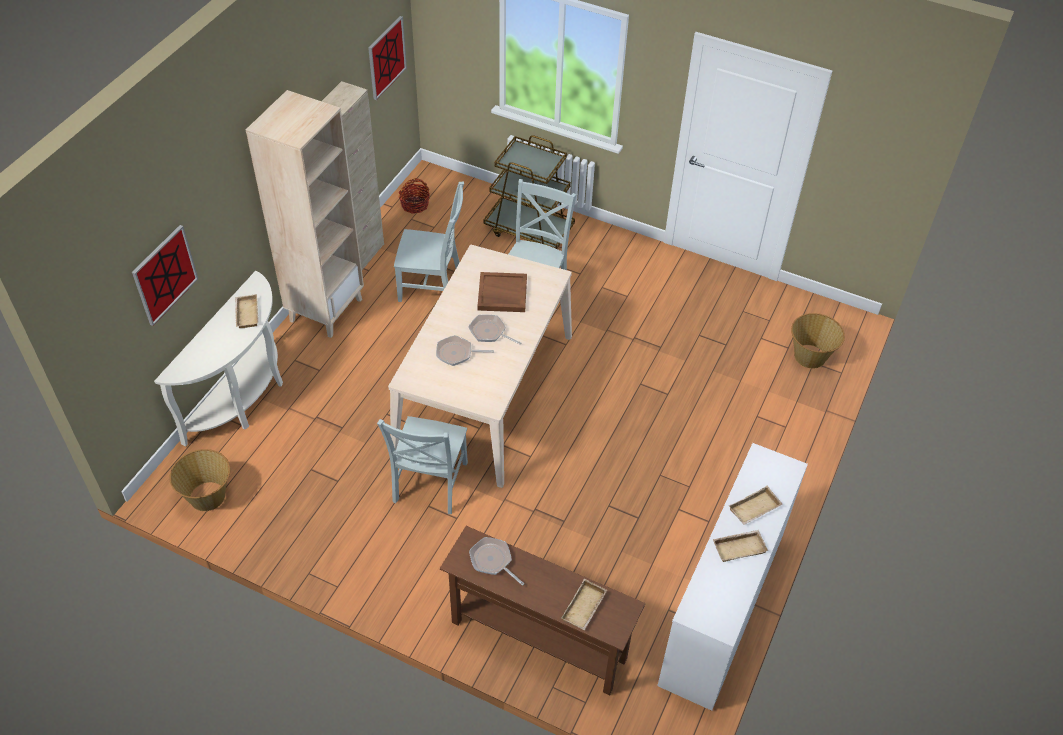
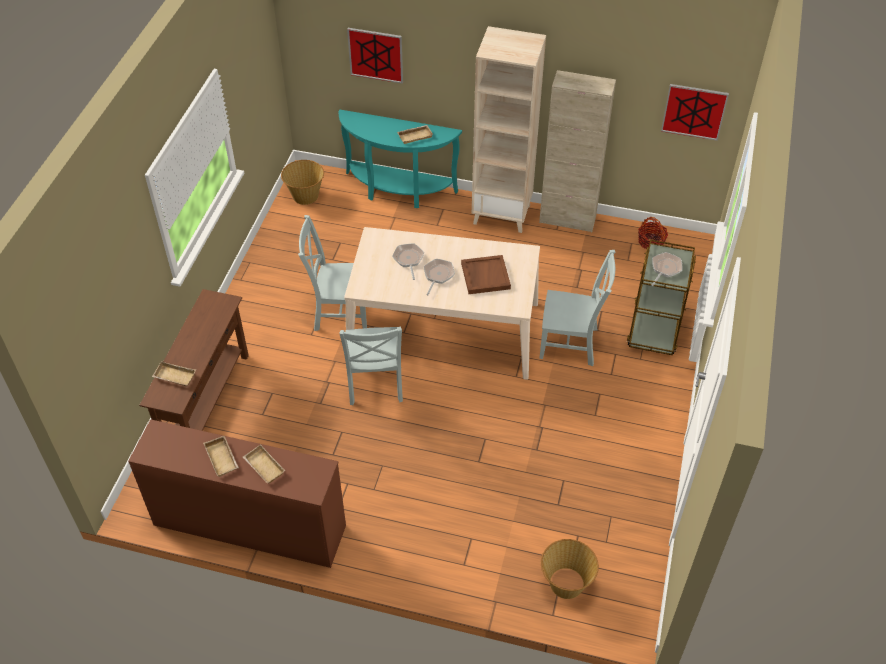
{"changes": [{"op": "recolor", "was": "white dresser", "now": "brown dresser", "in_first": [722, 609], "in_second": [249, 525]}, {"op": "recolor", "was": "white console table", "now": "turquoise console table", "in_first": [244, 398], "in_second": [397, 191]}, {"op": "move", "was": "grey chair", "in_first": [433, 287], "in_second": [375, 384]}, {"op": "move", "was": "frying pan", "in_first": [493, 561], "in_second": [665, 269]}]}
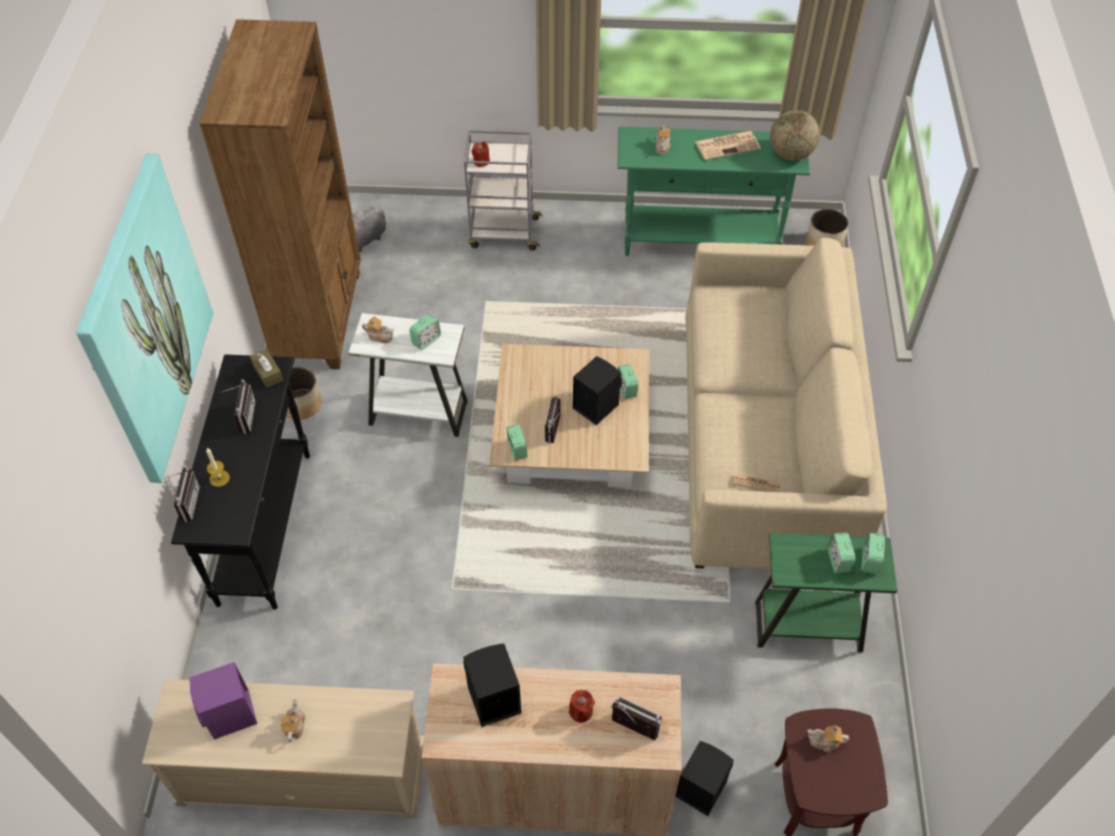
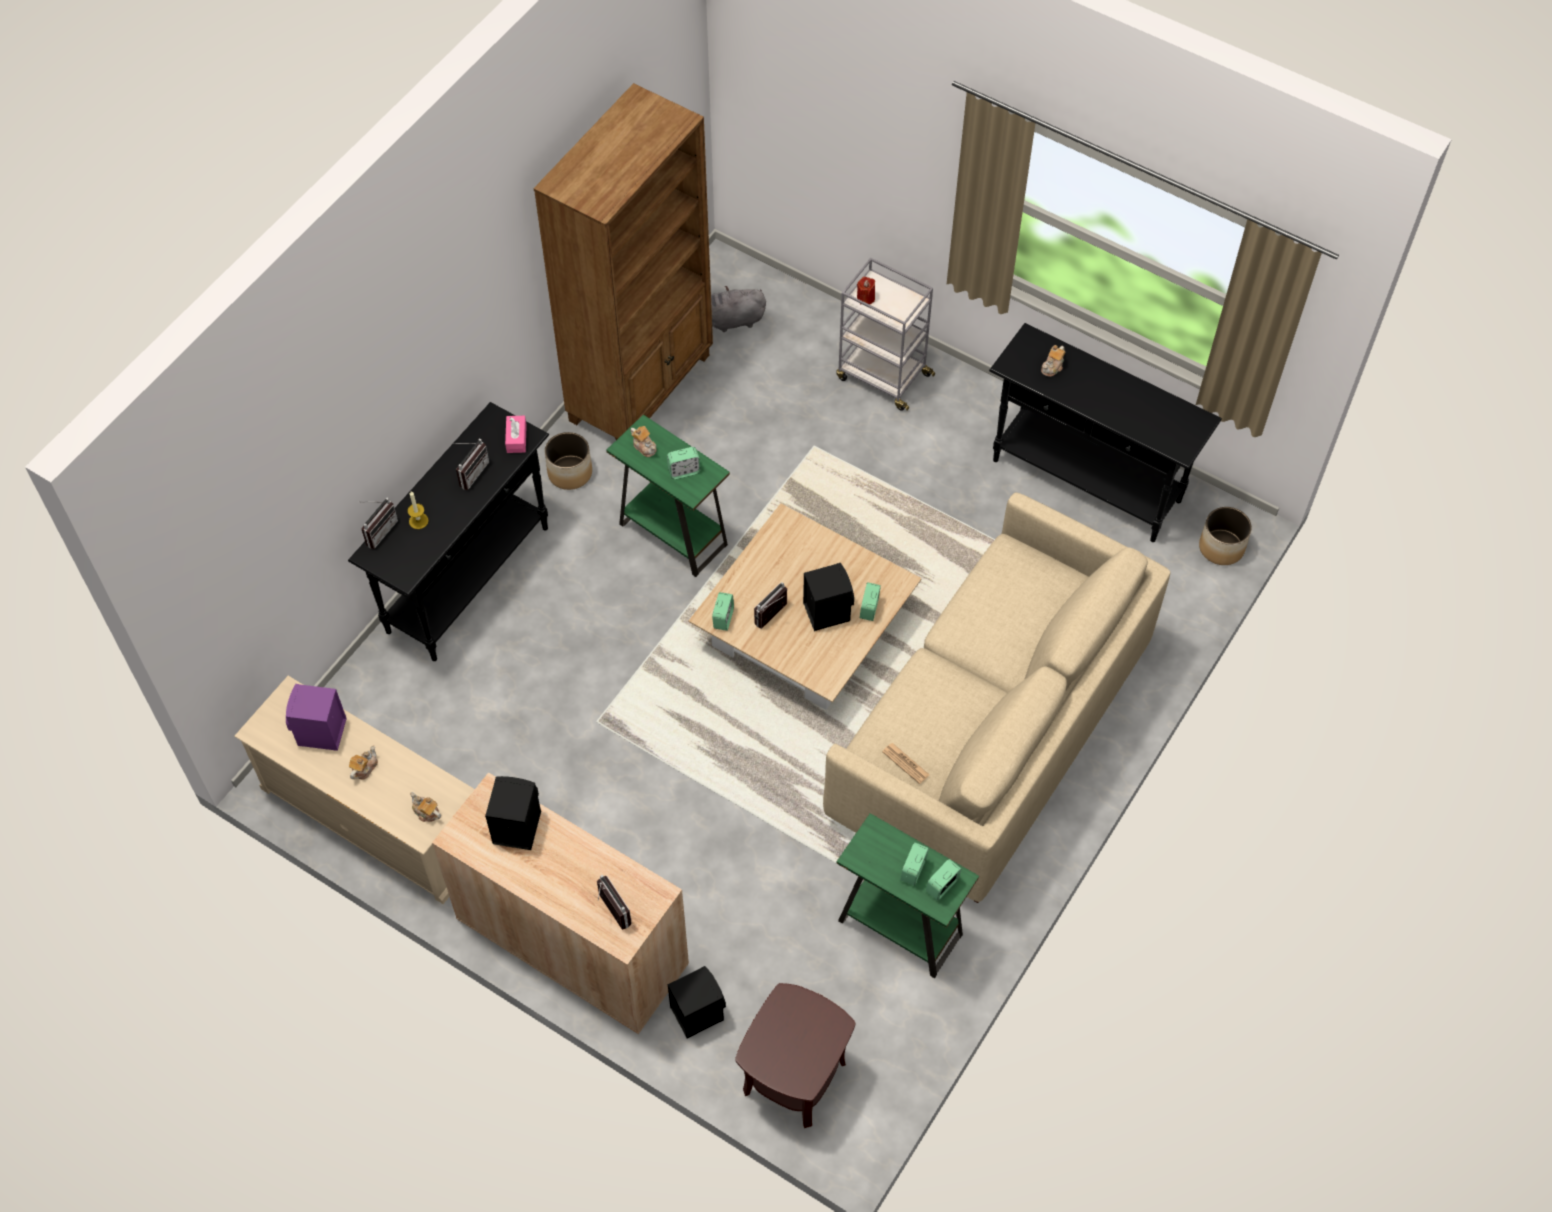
{"changes": [{"op": "move", "was": "teapot", "in_first": [825, 742], "in_second": [426, 812]}, {"op": "recolor", "was": "brown tissue box", "now": "pink tissue box", "in_first": [268, 373], "in_second": [516, 438]}, {"op": "recolor", "was": "white side table", "now": "green side table", "in_first": [418, 413], "in_second": [673, 534]}, {"op": "recolor", "was": "green console table", "now": "black console table", "in_first": [701, 241], "in_second": [1086, 481]}, {"op": "delete", "was": "picture", "in_first": [145, 321]}, {"op": "delete", "was": "red candle", "in_first": [581, 711]}, {"op": "delete", "was": "newspaper", "in_first": [728, 145]}, {"op": "delete", "was": "globe", "in_first": [791, 154]}]}
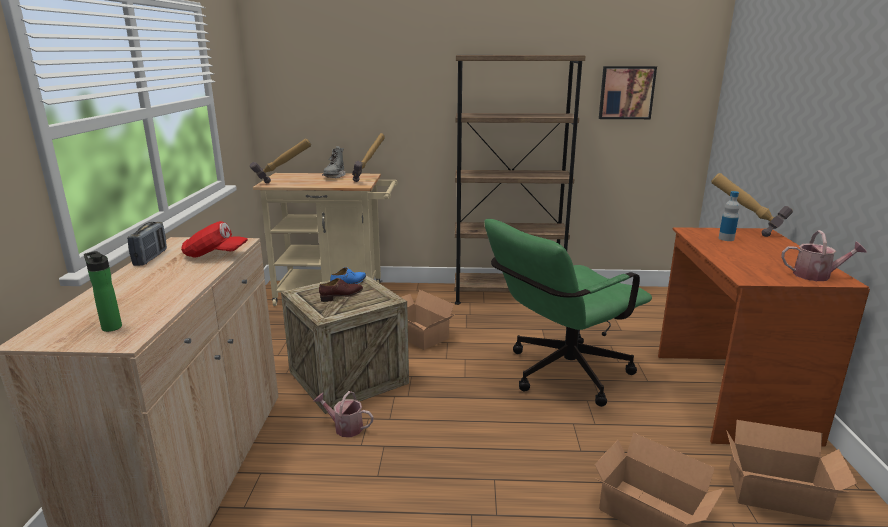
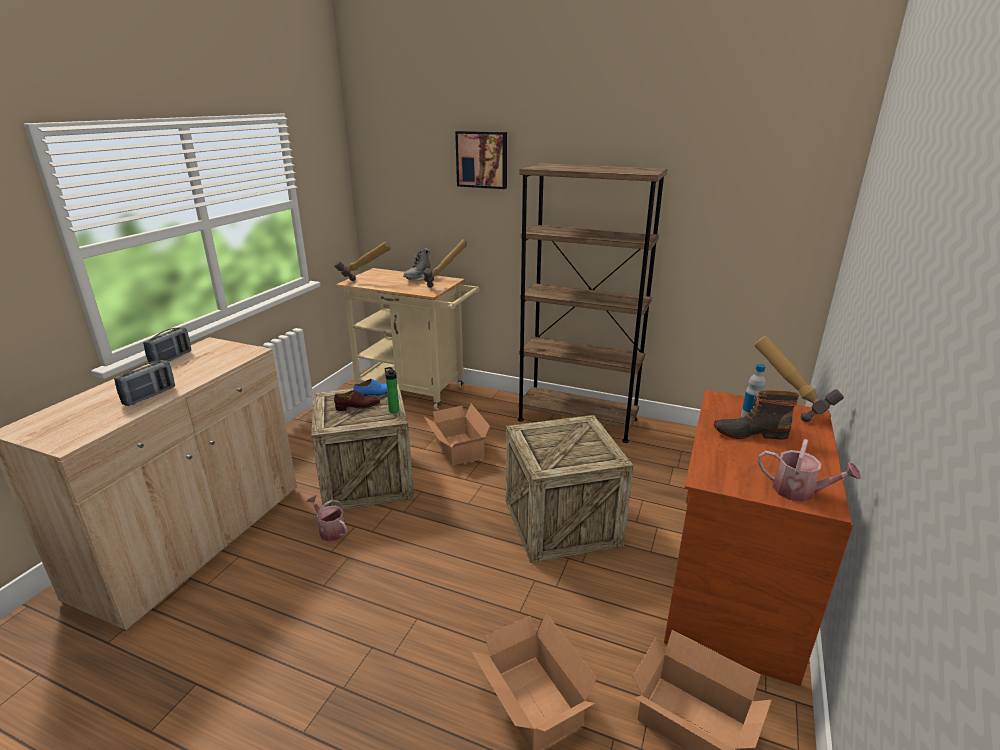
{"changes": [{"op": "insert", "now": "radio", "in_second": [149, 396]}, {"op": "move", "was": "bottle", "in_first": [110, 326], "in_second": [393, 409]}, {"op": "move", "was": "picture", "in_first": [626, 92], "in_second": [482, 159]}, {"op": "replace", "was": "green office chair", "now": "crate", "in_first": [559, 375], "in_second": [561, 522]}, {"op": "insert", "now": "boot", "in_second": [749, 432]}, {"op": "delete", "was": "red cap", "in_first": [215, 255]}]}
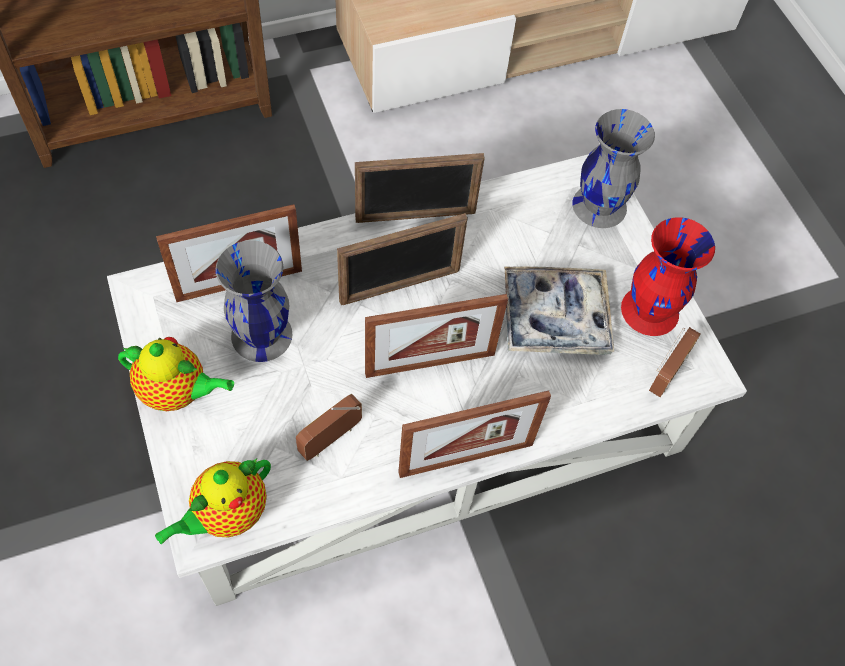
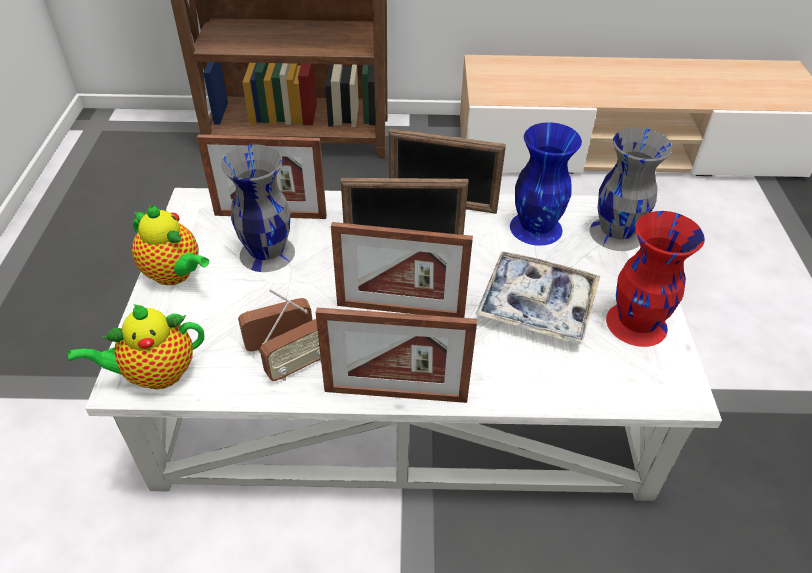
{"changes": [{"op": "move", "was": "radio", "in_first": [666, 374], "in_second": [299, 366]}, {"op": "insert", "now": "blue vase", "in_second": [535, 227]}]}
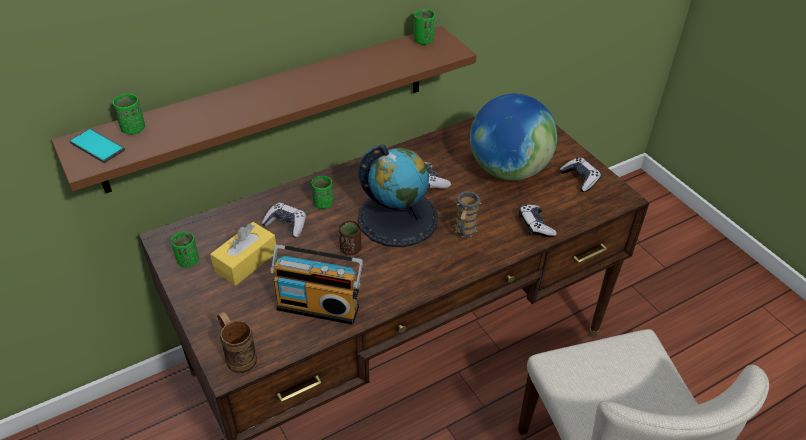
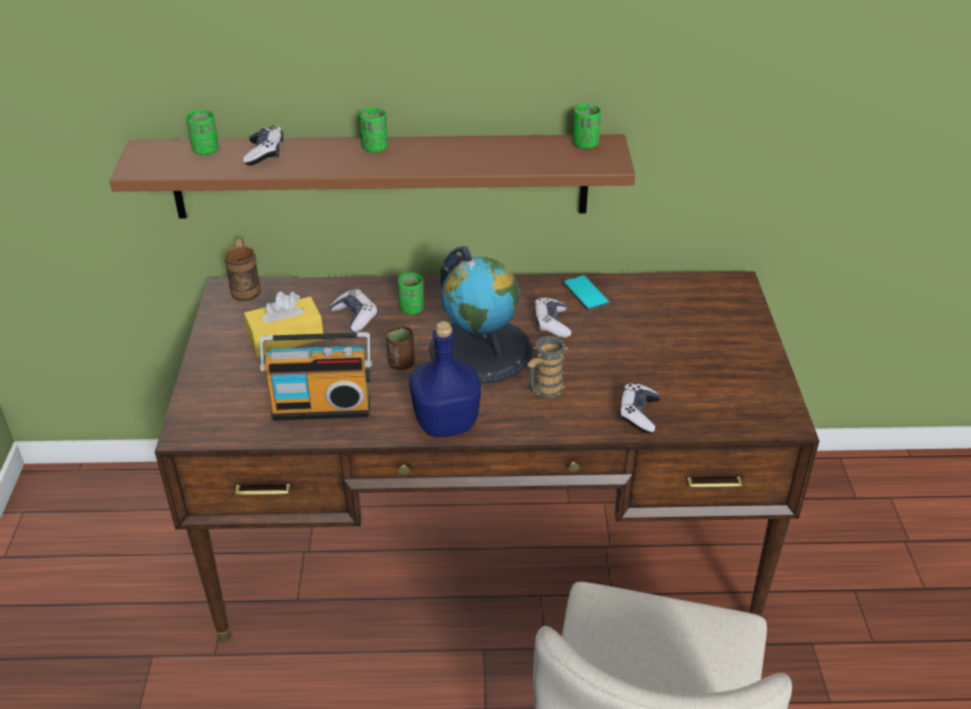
{"changes": [{"op": "move", "was": "brown mug", "in_first": [238, 355], "in_second": [246, 288]}, {"op": "move", "was": "game controller", "in_first": [579, 179], "in_second": [265, 153]}, {"op": "rotate", "was": "radio", "in_first": [319, 305], "in_second": [322, 406], "clockwise": -45}, {"op": "move", "was": "green cup", "in_first": [188, 261], "in_second": [375, 148]}, {"op": "insert", "now": "blue bottle", "in_second": [444, 423]}, {"op": "move", "was": "phone", "in_first": [97, 146], "in_second": [586, 293]}, {"op": "delete", "was": "globe", "in_first": [508, 170]}]}
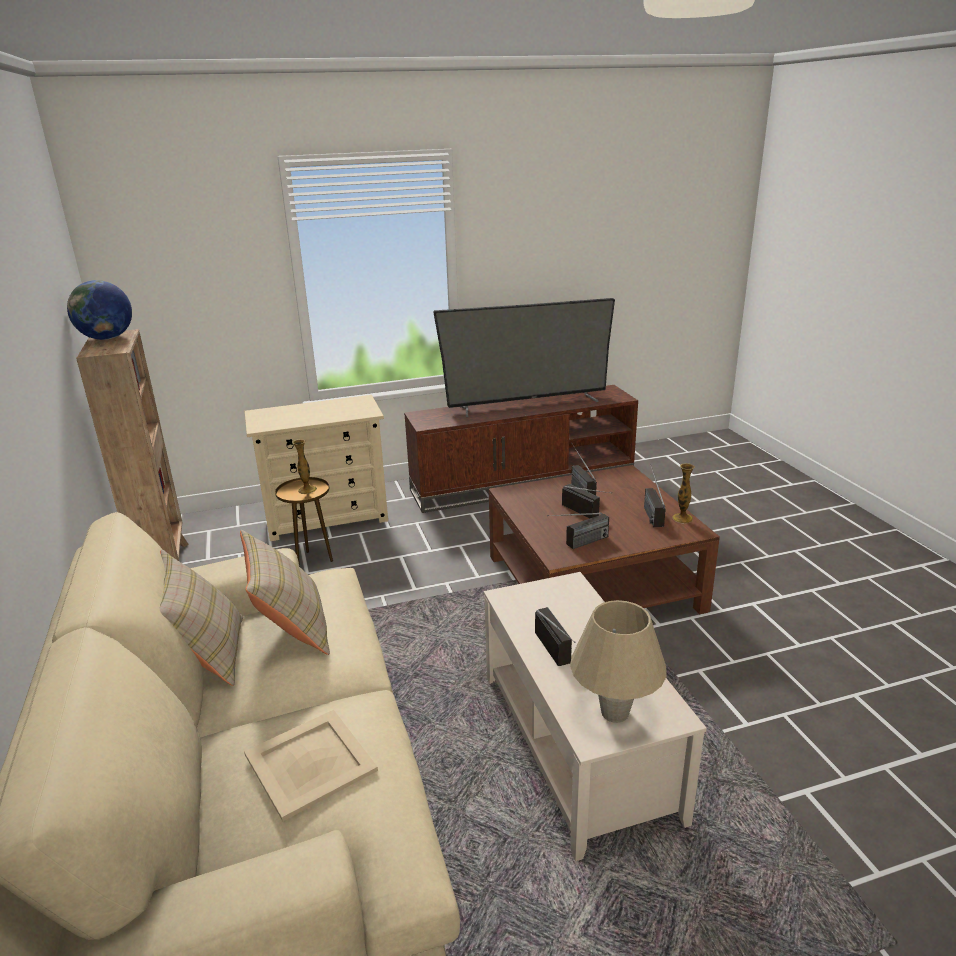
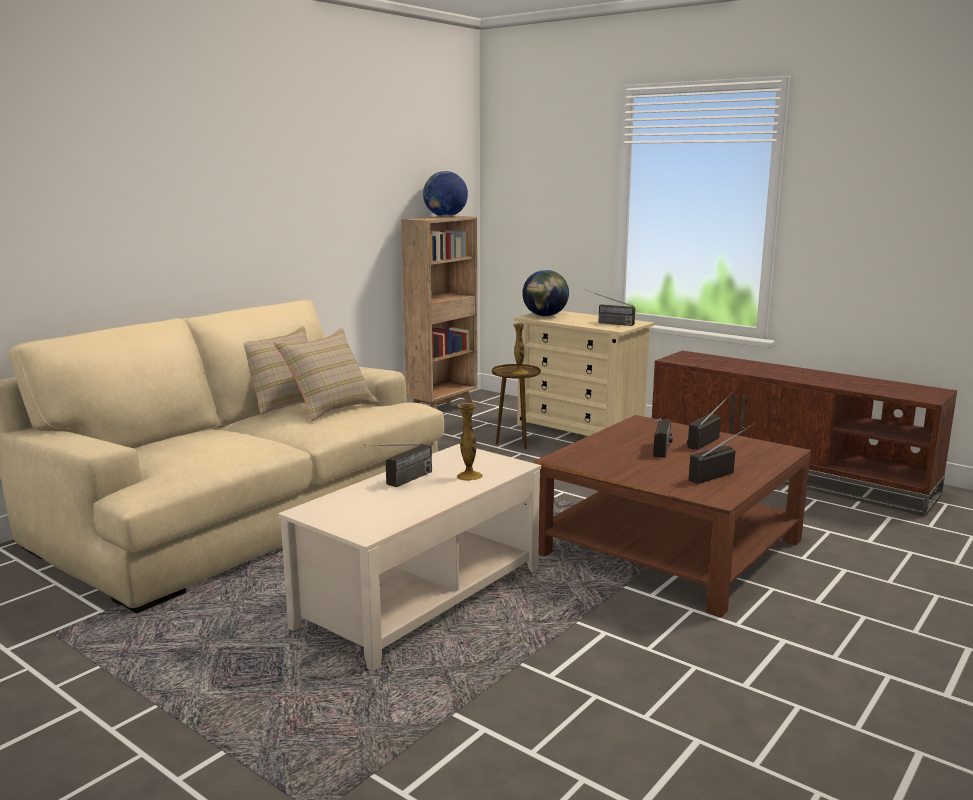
{"changes": [{"op": "move", "was": "vase", "in_first": [682, 518], "in_second": [469, 476]}, {"op": "insert", "now": "globe", "in_second": [545, 316]}, {"op": "move", "was": "radio", "in_first": [578, 544], "in_second": [606, 323]}, {"op": "delete", "was": "beige tray", "in_first": [310, 761]}, {"op": "delete", "was": "television", "in_first": [527, 404]}, {"op": "delete", "was": "beige table lamp", "in_first": [614, 713]}]}
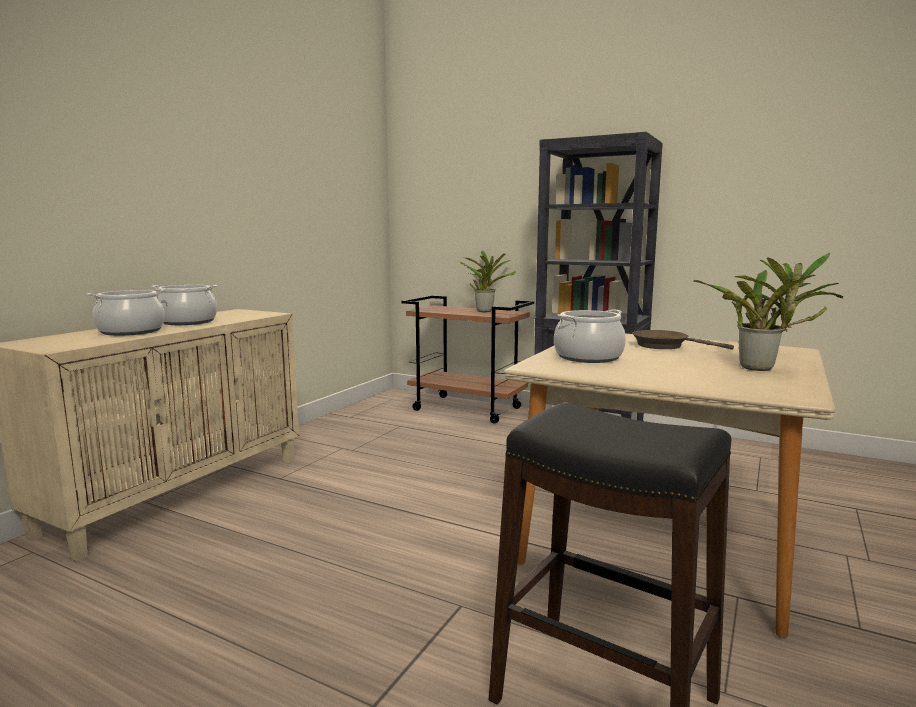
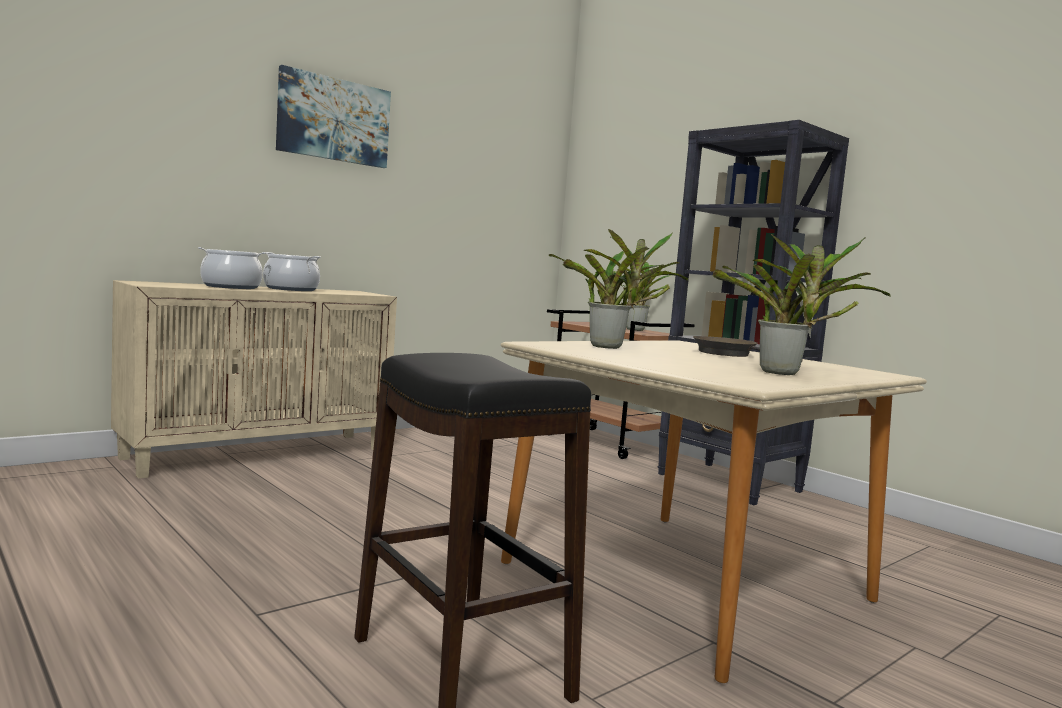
{"changes": [{"op": "insert", "now": "picture", "in_second": [334, 119]}, {"op": "replace", "was": "cooking pot", "now": "potted plant", "in_first": [588, 357], "in_second": [611, 347]}]}
